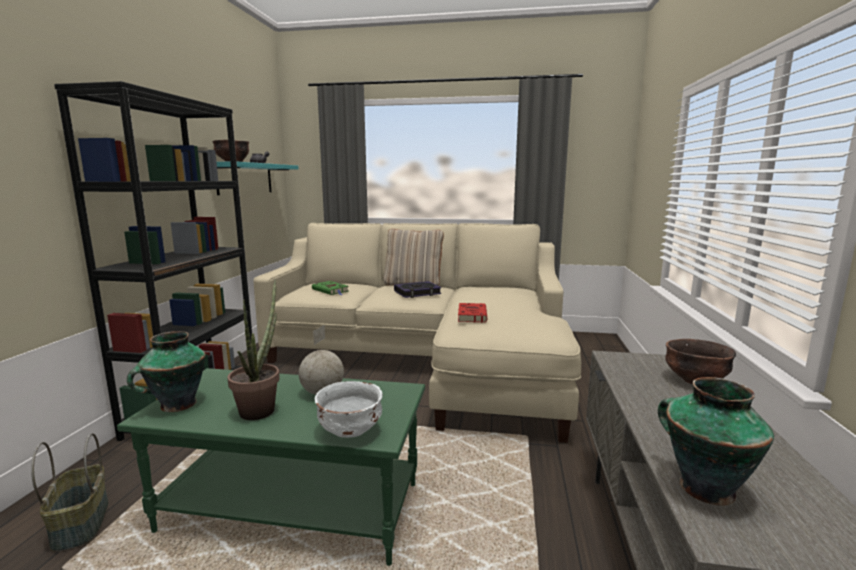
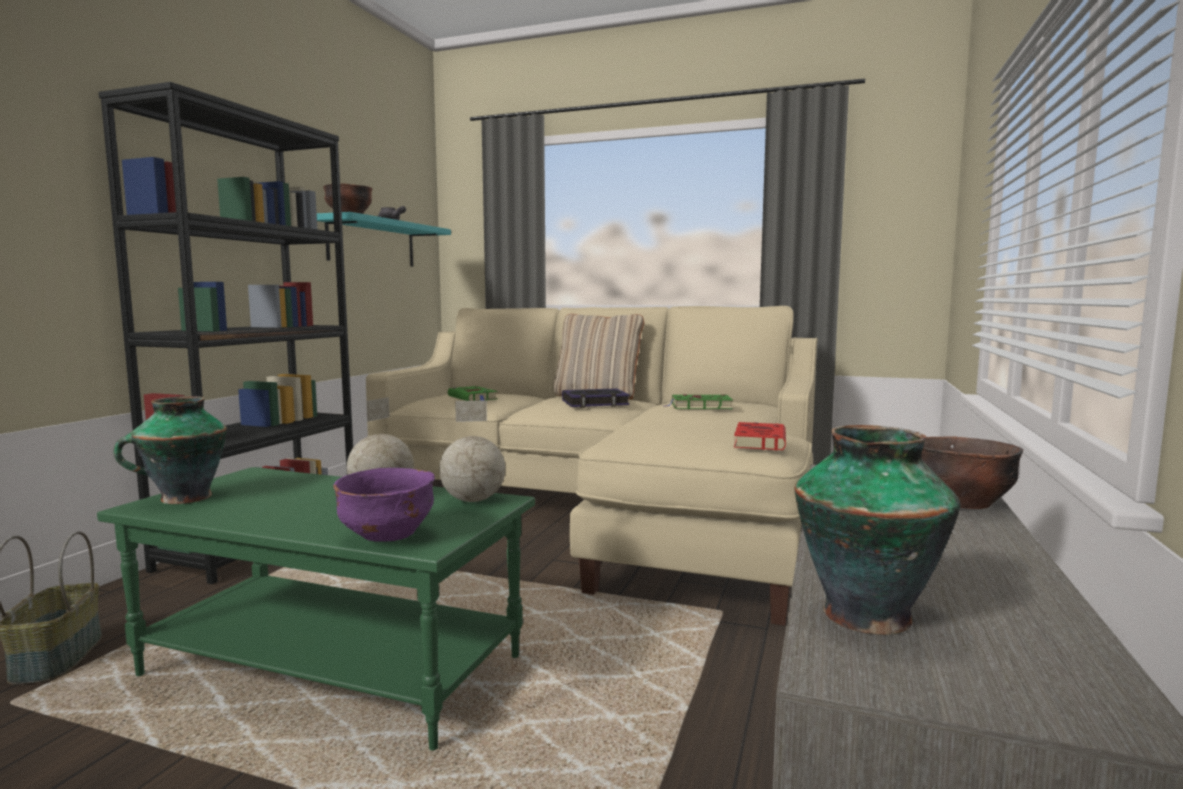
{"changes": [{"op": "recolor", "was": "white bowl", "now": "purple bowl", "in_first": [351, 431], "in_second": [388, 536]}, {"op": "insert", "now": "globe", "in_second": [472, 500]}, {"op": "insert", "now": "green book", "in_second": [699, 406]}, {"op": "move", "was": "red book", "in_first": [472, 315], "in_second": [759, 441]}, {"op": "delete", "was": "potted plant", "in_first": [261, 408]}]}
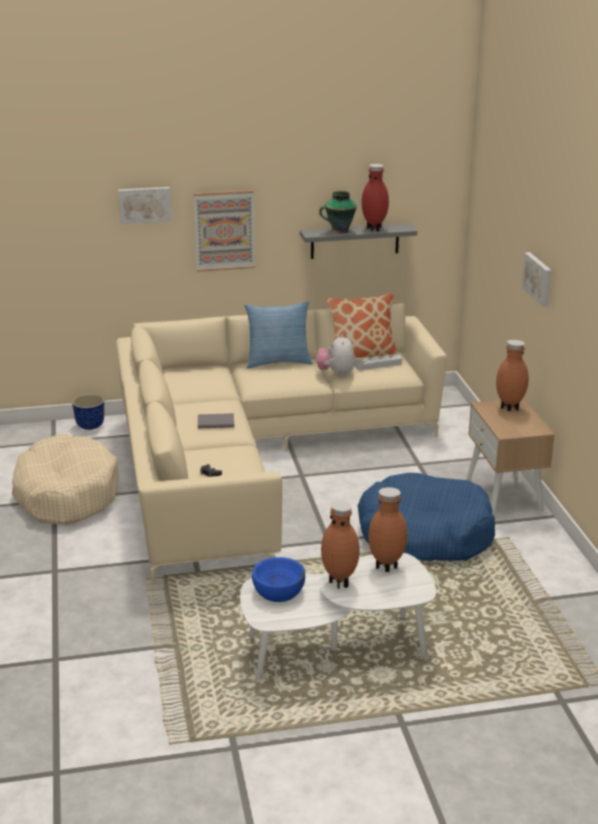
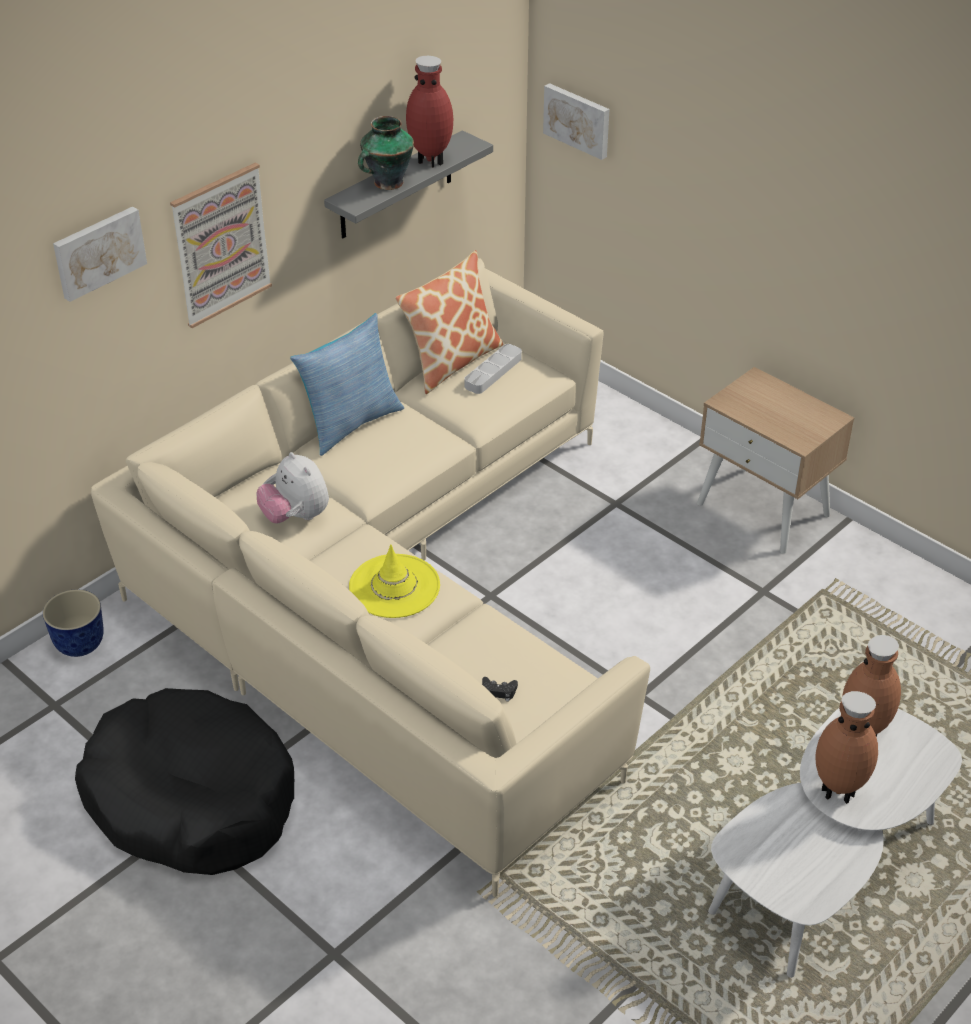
{"changes": [{"op": "recolor", "was": "beige dog bed", "now": "black dog bed", "in_first": [66, 494], "in_second": [191, 799]}, {"op": "move", "was": "plush toy", "in_first": [336, 373], "in_second": [296, 516]}, {"op": "replace", "was": "grey book", "now": "yellow hat", "in_first": [215, 422], "in_second": [394, 586]}, {"op": "move", "was": "picture", "in_first": [538, 278], "in_second": [578, 120]}, {"op": "delete", "was": "blue bowl", "in_first": [279, 590]}, {"op": "delete", "was": "blue dog bed", "in_first": [425, 533]}, {"op": "delete", "was": "brown vase", "in_first": [509, 409]}]}
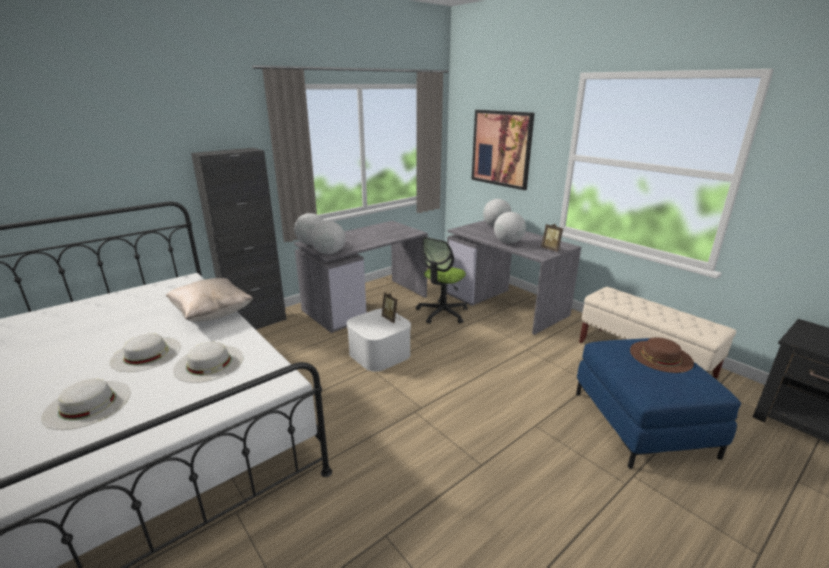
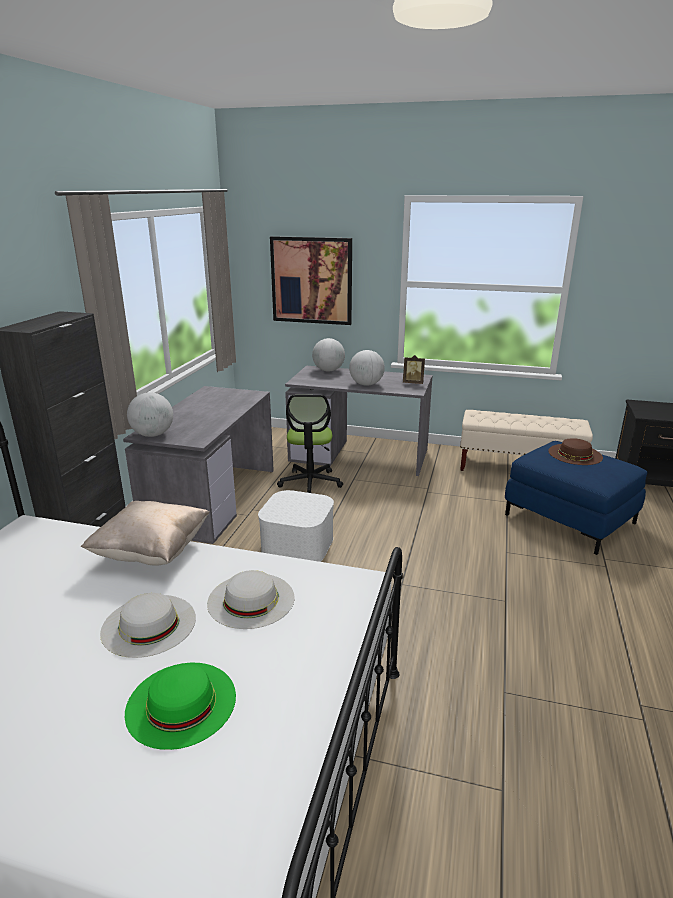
{"changes": [{"op": "recolor", "was": "white hat", "now": "green hat", "in_first": [87, 404], "in_second": [181, 703]}, {"op": "delete", "was": "globe", "in_first": [329, 253]}, {"op": "delete", "was": "picture frame", "in_first": [391, 319]}]}
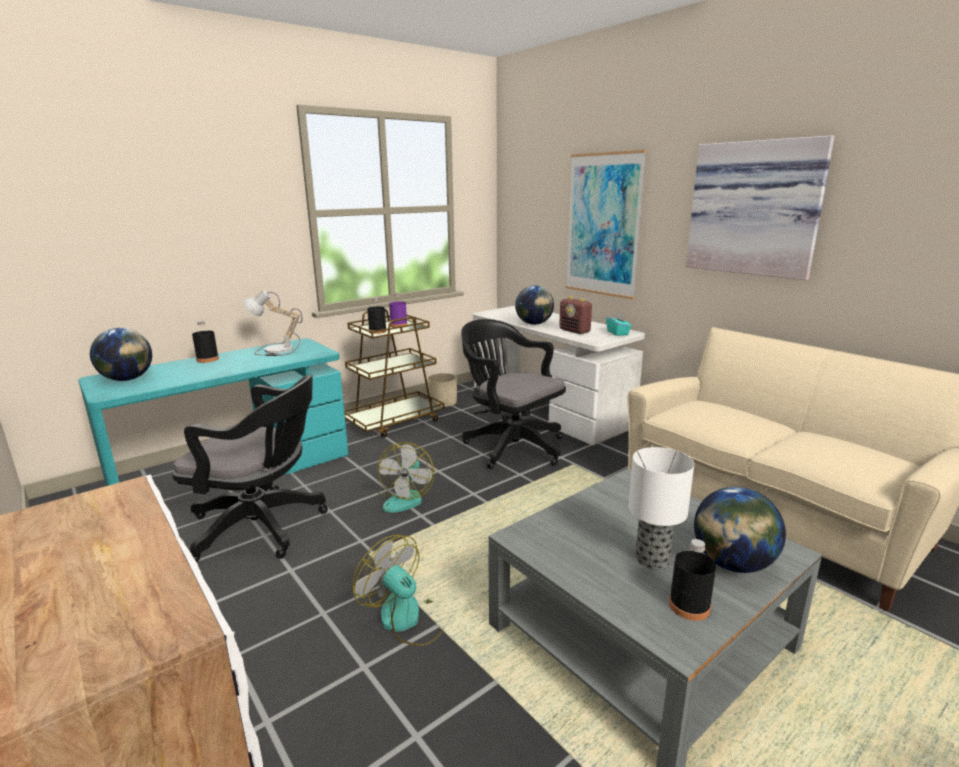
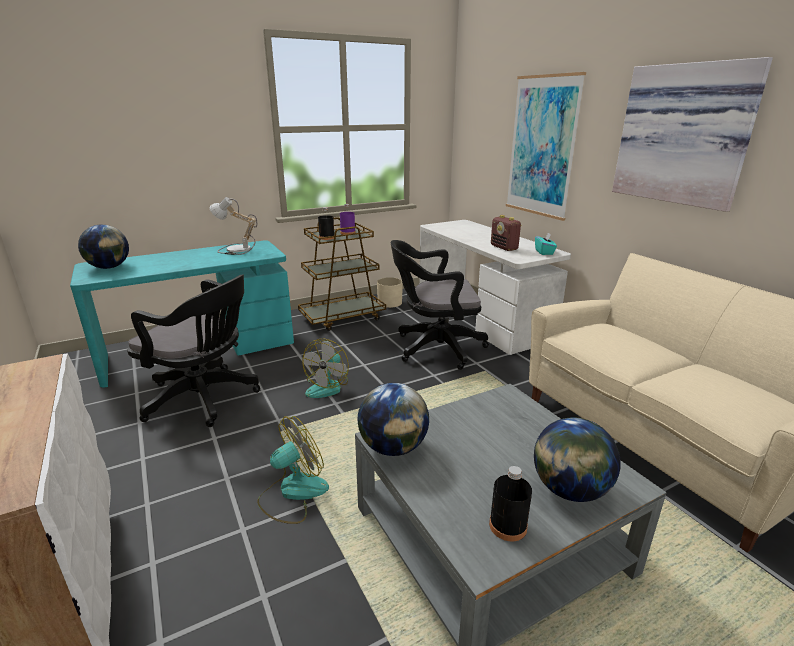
{"changes": [{"op": "rotate", "was": "fan", "in_first": [408, 618], "in_second": [293, 493], "clockwise": 90}, {"op": "move", "was": "globe", "in_first": [534, 324], "in_second": [393, 447]}, {"op": "rotate", "was": "black office chair", "in_first": [510, 446], "in_second": [434, 348], "clockwise": -60}, {"op": "delete", "was": "black bottle", "in_first": [207, 359]}, {"op": "delete", "was": "table lamp", "in_first": [652, 558]}]}
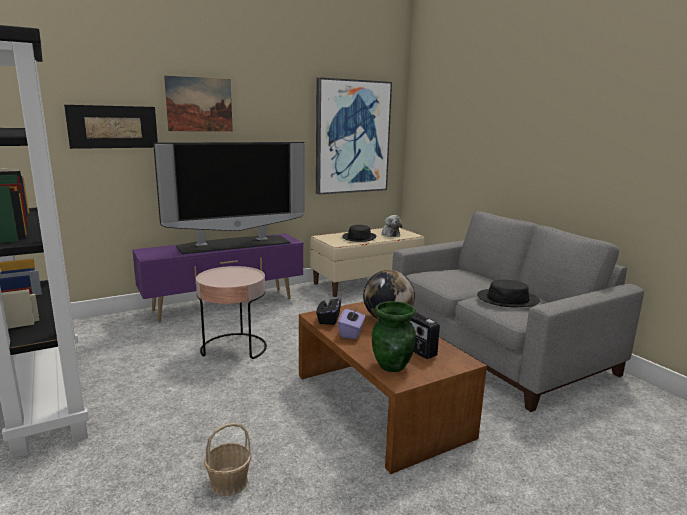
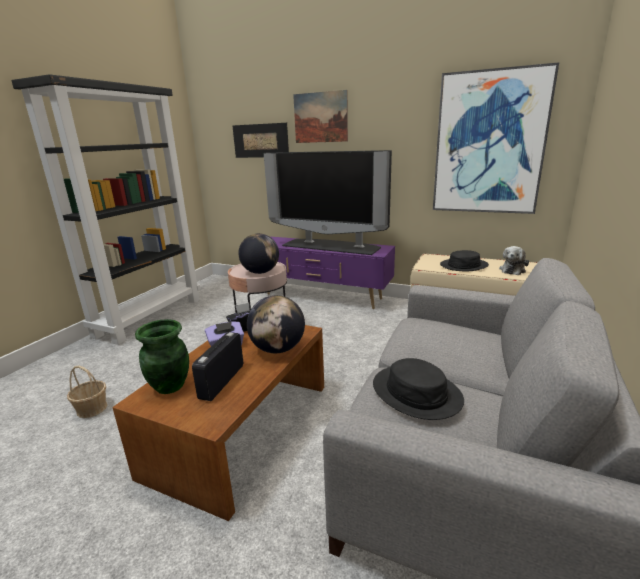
{"changes": [{"op": "insert", "now": "globe", "in_second": [260, 272]}]}
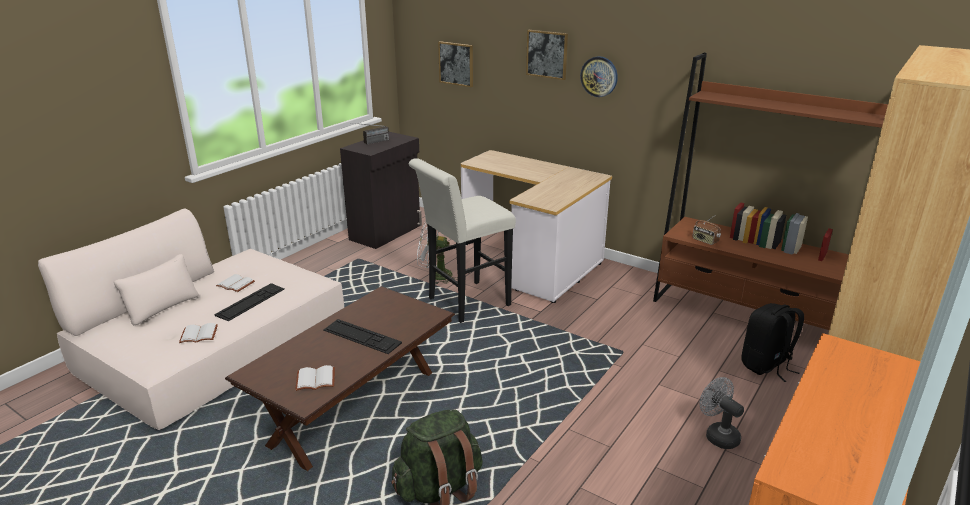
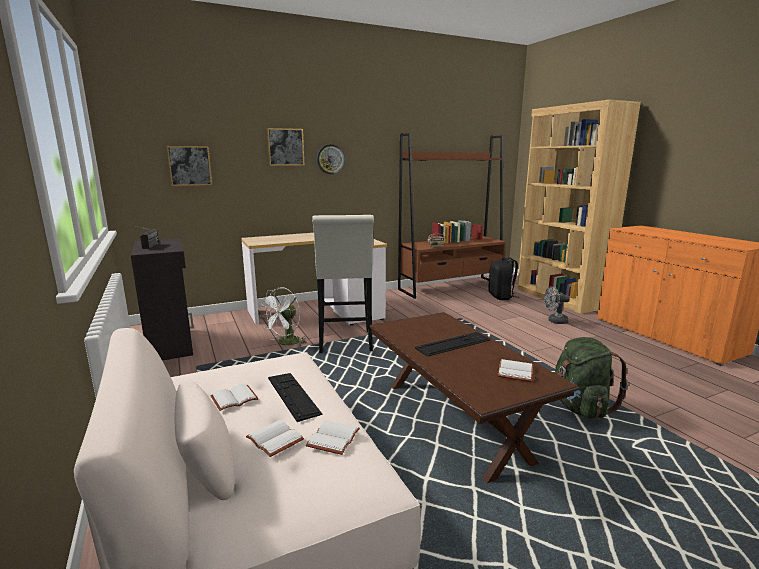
{"changes": [{"op": "insert", "now": "white book", "in_second": [273, 439]}]}
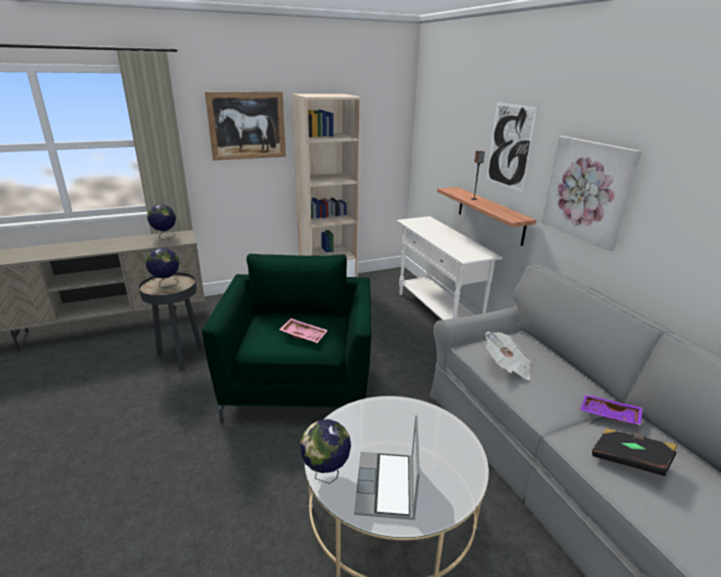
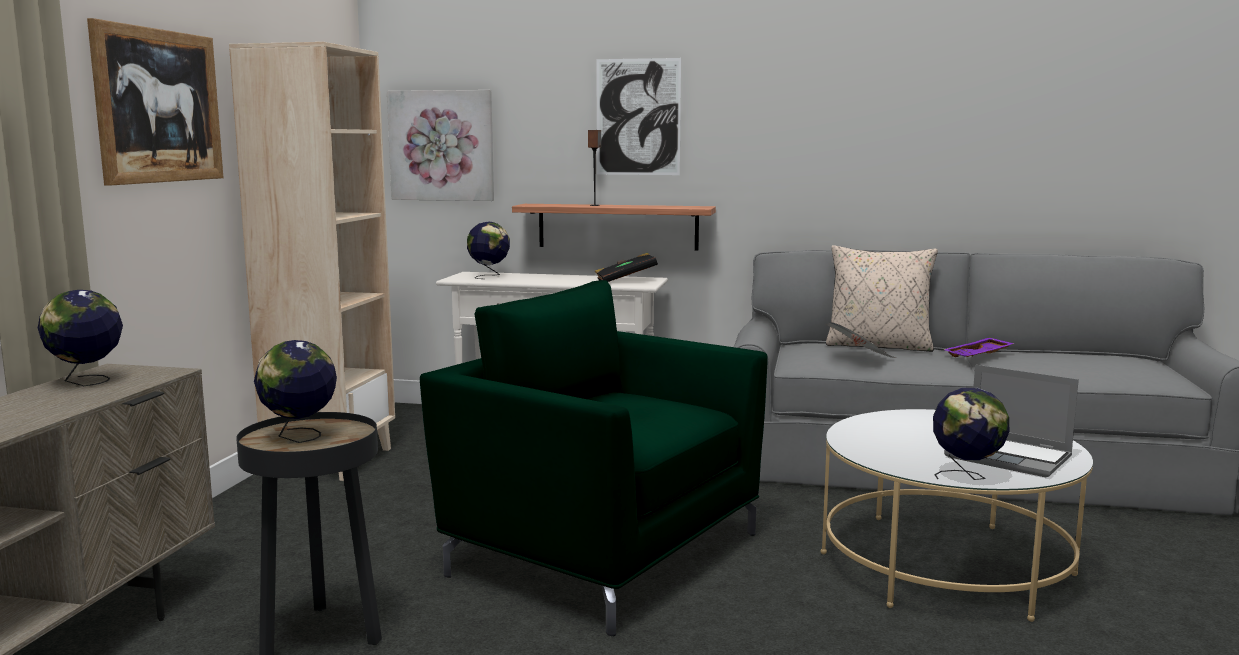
{"changes": [{"op": "move", "was": "picture", "in_first": [588, 190], "in_second": [442, 145]}, {"op": "insert", "now": "globe", "in_second": [489, 276]}, {"op": "move", "was": "black book", "in_first": [629, 460], "in_second": [625, 281]}, {"op": "insert", "now": "beige pillow", "in_second": [878, 346]}, {"op": "delete", "was": "pink tray", "in_first": [304, 335]}]}
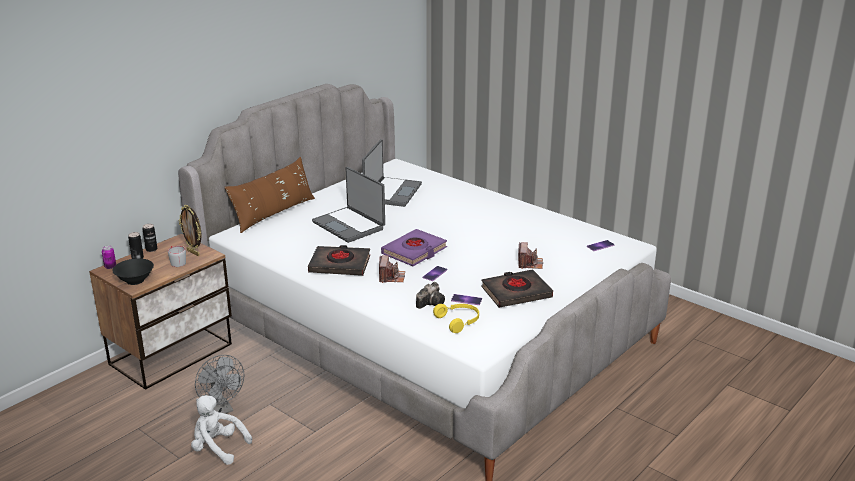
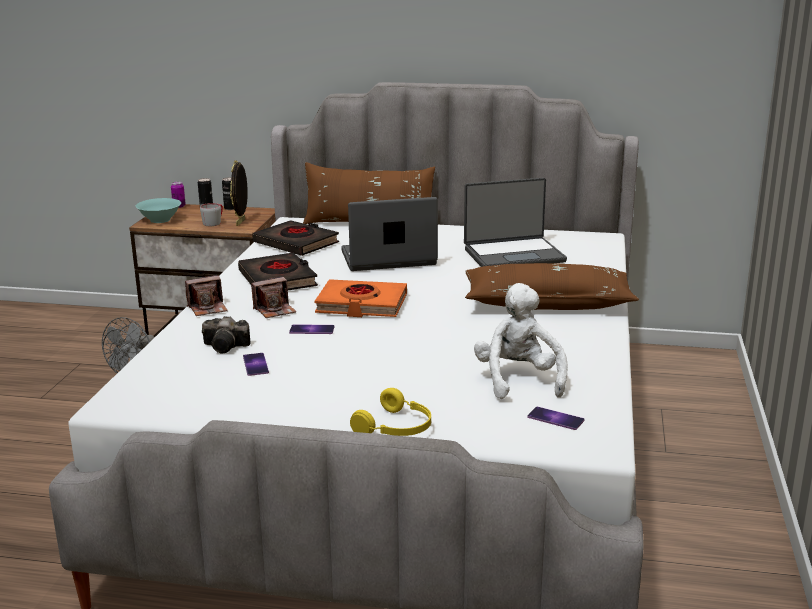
{"changes": [{"op": "recolor", "was": "black bowl", "now": "turquoise bowl", "in_first": [135, 280], "in_second": [160, 220]}, {"op": "move", "was": "photo camera", "in_first": [530, 263], "in_second": [208, 308]}, {"op": "move", "was": "black book", "in_first": [516, 293], "in_second": [296, 243]}, {"op": "recolor", "was": "purple book", "now": "orange book", "in_first": [414, 251], "in_second": [361, 305]}, {"op": "rotate", "was": "laptop", "in_first": [349, 225], "in_second": [388, 259], "clockwise": 60}, {"op": "move", "was": "yellow headphones", "in_first": [459, 321], "in_second": [396, 428]}, {"op": "insert", "now": "brown pillow", "in_second": [547, 303]}, {"op": "move", "was": "white plush toy", "in_first": [218, 448], "in_second": [518, 380]}]}
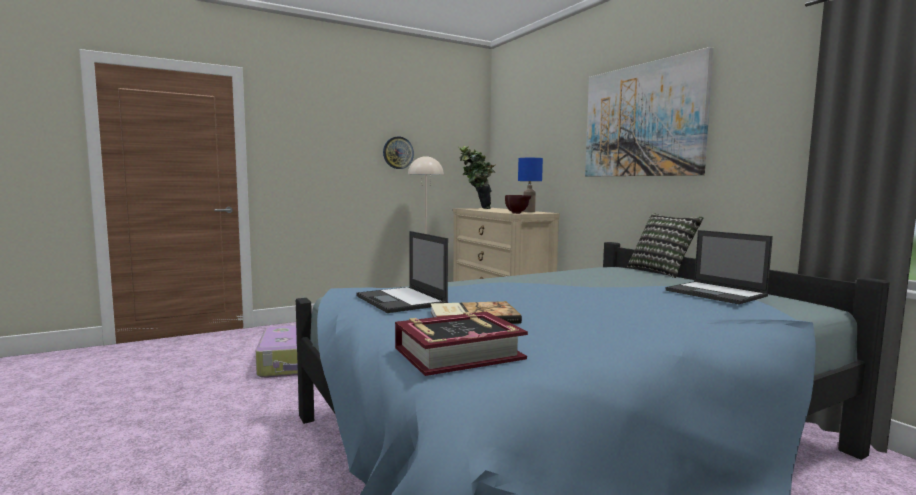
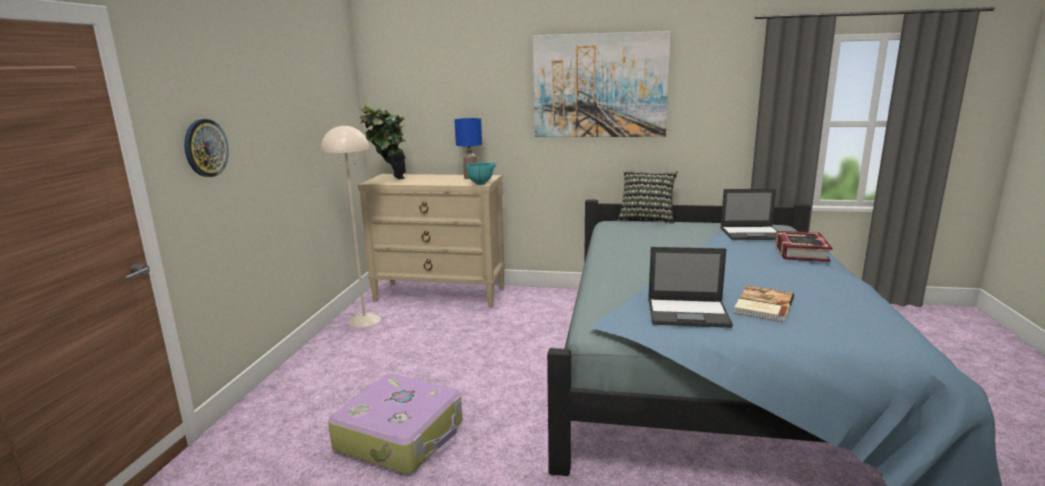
{"changes": [{"op": "move", "was": "wall clock", "in_first": [398, 152], "in_second": [205, 148]}, {"op": "recolor", "was": "brown bowl", "now": "turquoise bowl", "in_first": [517, 213], "in_second": [482, 184]}, {"op": "move", "was": "book", "in_first": [458, 353], "in_second": [800, 252]}]}
